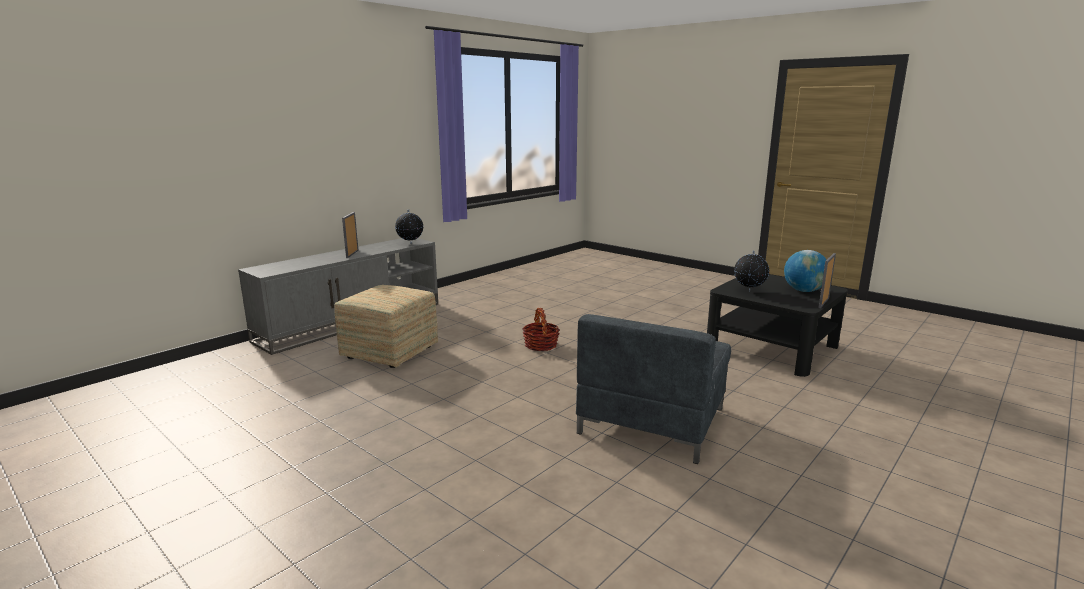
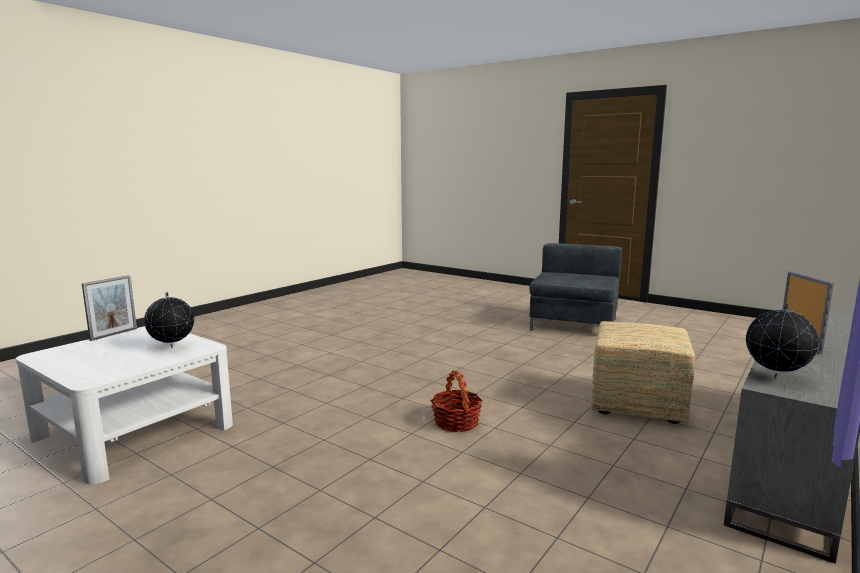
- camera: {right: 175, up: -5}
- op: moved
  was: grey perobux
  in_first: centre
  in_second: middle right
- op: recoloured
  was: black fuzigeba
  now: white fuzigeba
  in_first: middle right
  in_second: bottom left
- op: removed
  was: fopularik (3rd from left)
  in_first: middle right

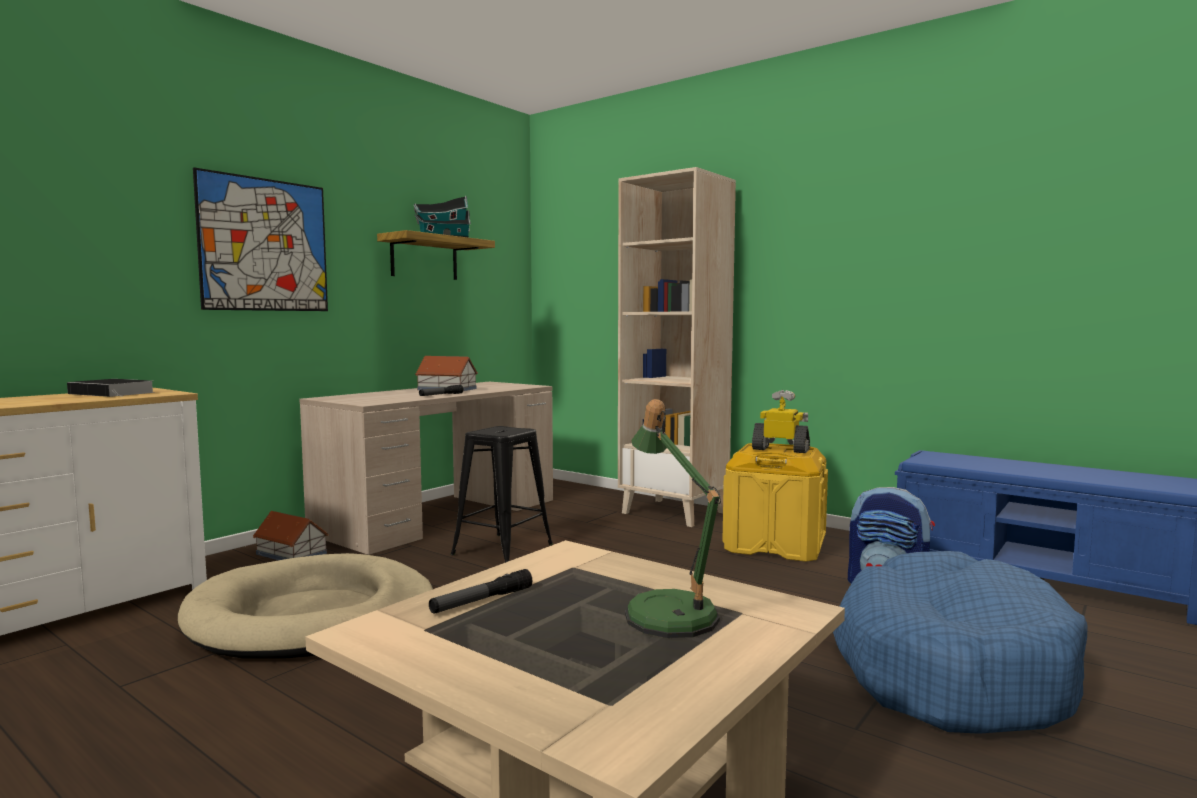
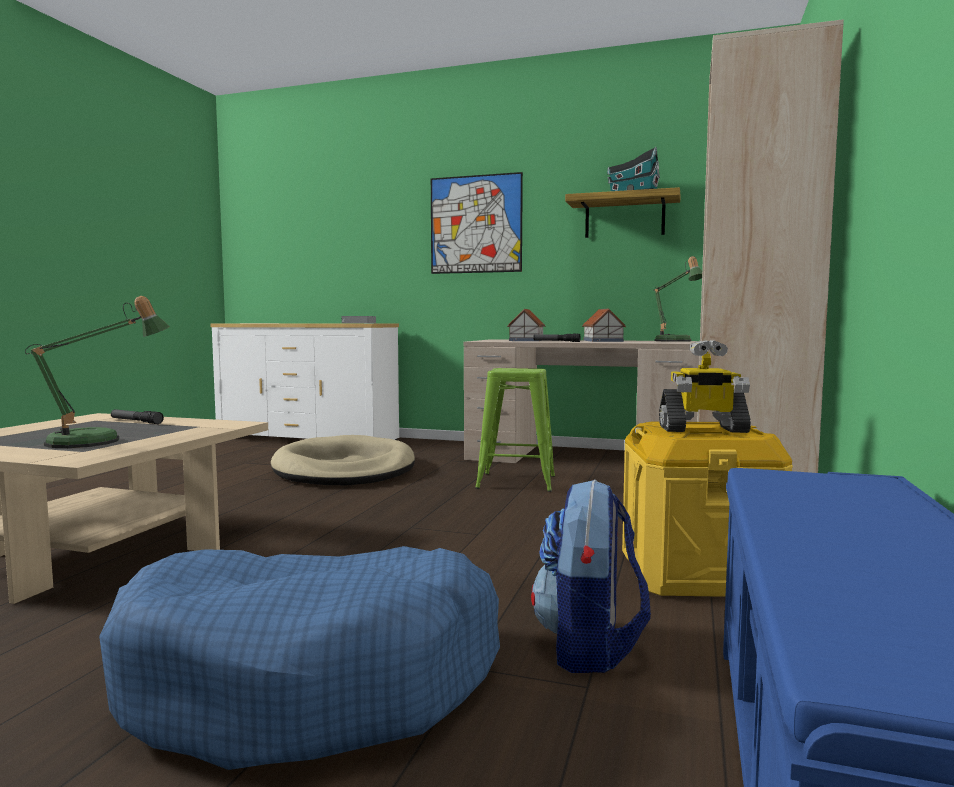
- camera: {right: 70, up: 0}
- op: moved
  was: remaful (1st from left)
  in_first: bottom left
  in_second: centre
- op: recoloured
  was: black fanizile
  now: green fanizile
  in_first: centre
  in_second: centre
- op: turned
  was: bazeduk
  in_first: centre
  in_second: middle right
  clockwise: 90
- op: added
  now: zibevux (2nd from left)
  in_second: middle right

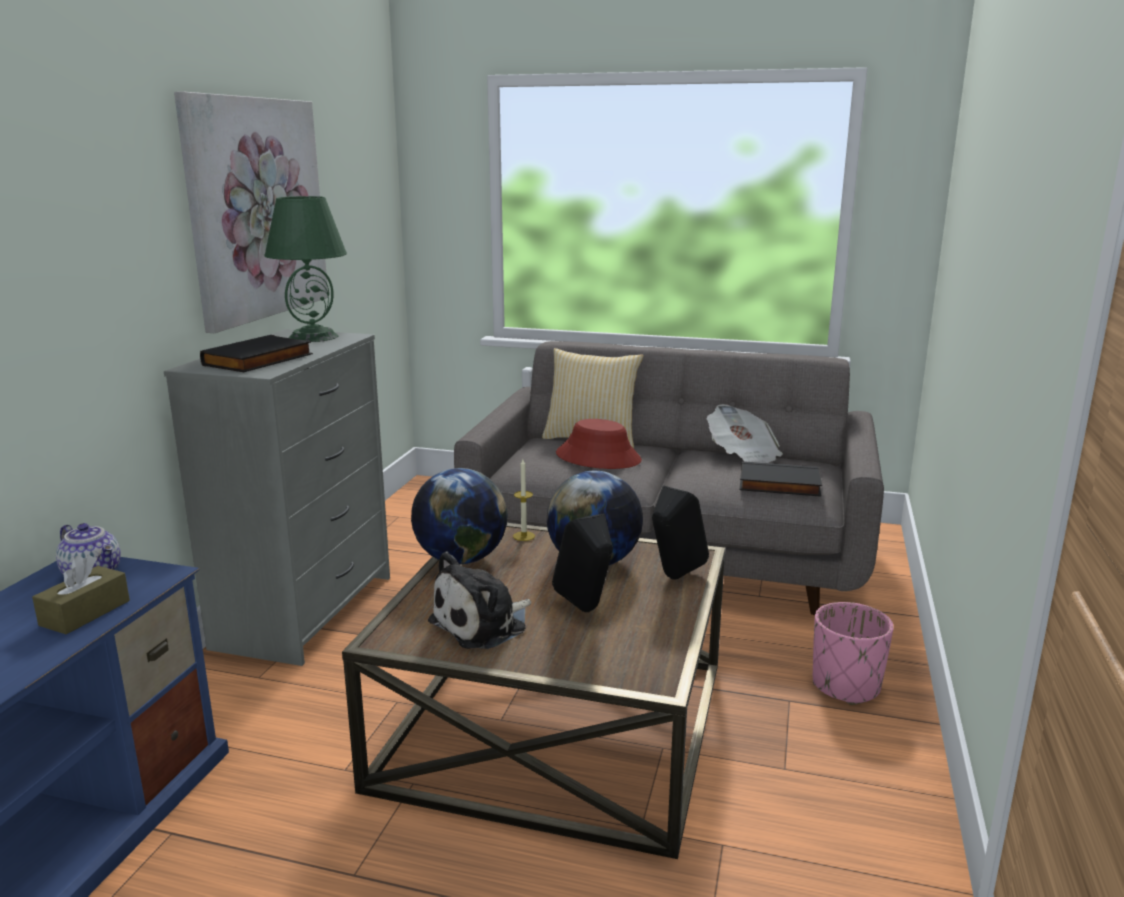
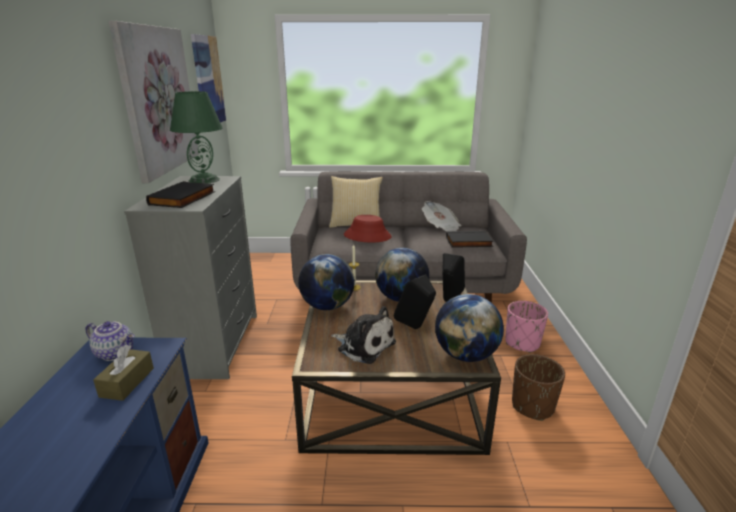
- camera: {right: -15, up: 5}
- op: turned
  was: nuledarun
  in_first: bottom centre
  in_second: centre
  clockwise: -90
- op: added
  now: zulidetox (2nd from left)
  in_second: top left
- op: added
  now: fopularik (3rd from left)
  in_second: centre
- op: added
  now: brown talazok
  in_second: bottom right

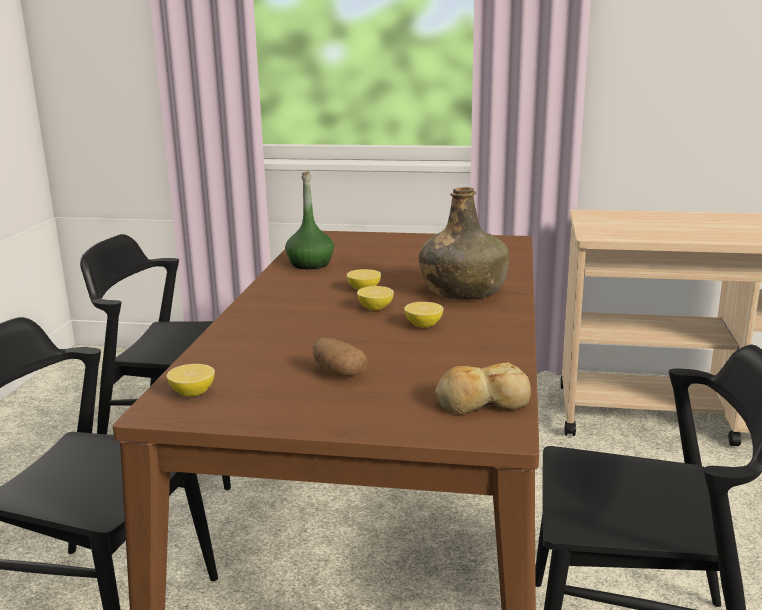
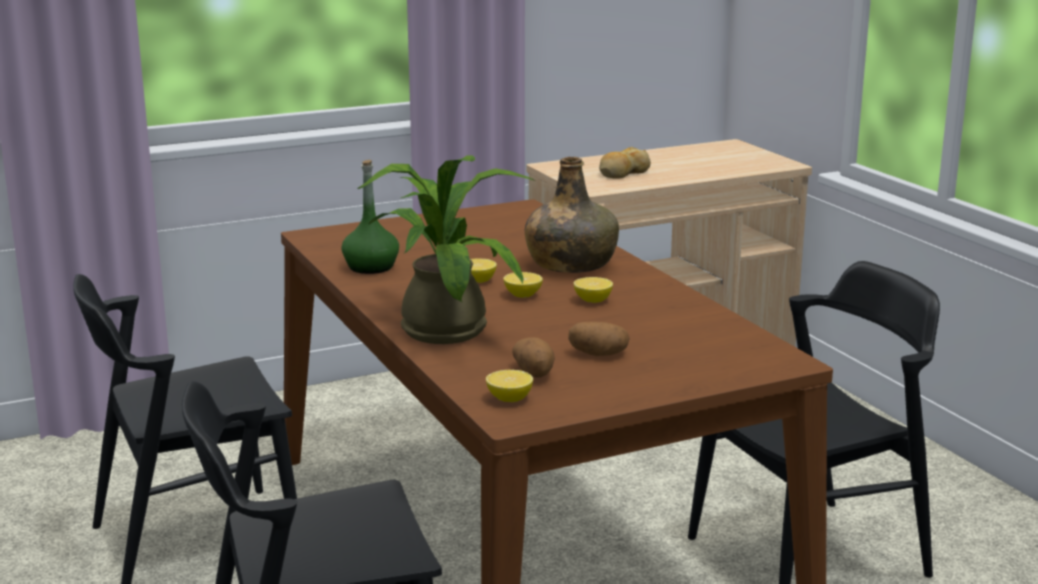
- camera: {right: -35, up: 0}
- op: moved
  was: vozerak
  in_first: centre
  in_second: top centre
- op: added
  now: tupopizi
  in_second: centre
- op: added
  now: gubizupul (1st from left)
  in_second: centre

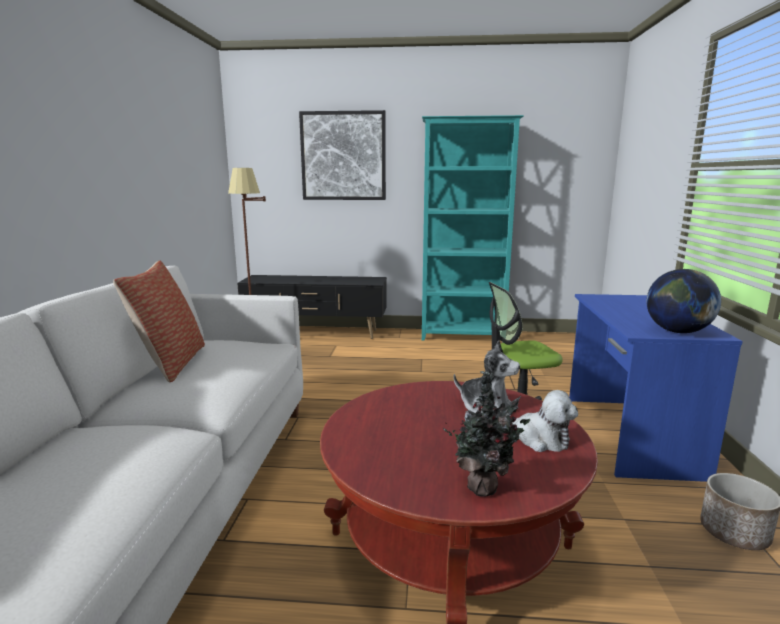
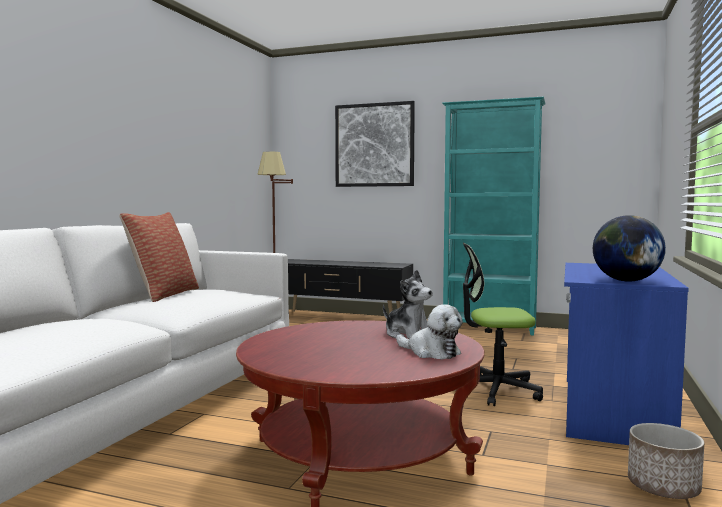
- camera: {right: 15, up: -10}
- op: removed
  was: tupopizi
  in_first: bottom centre

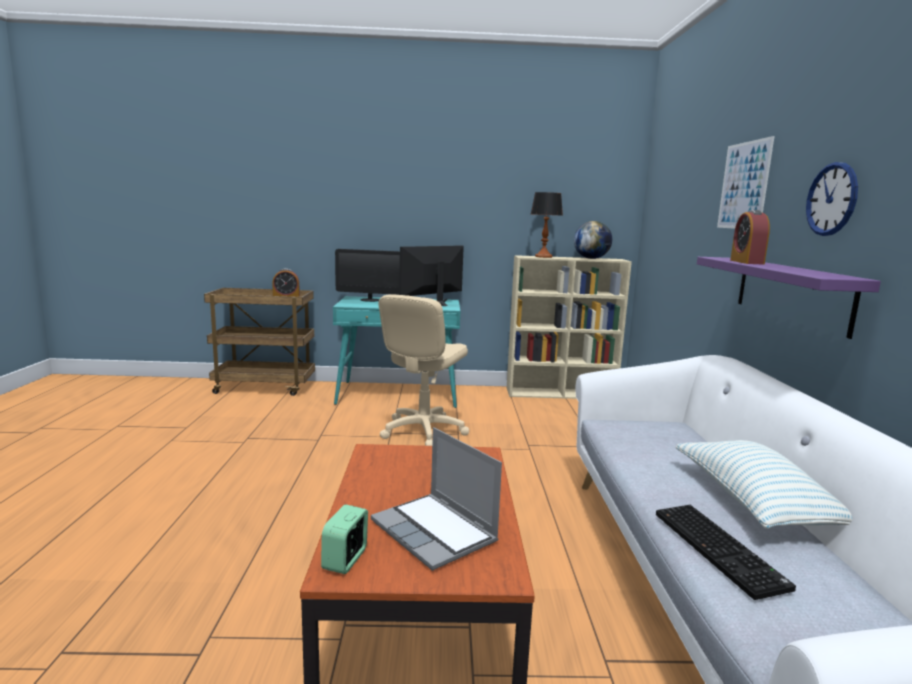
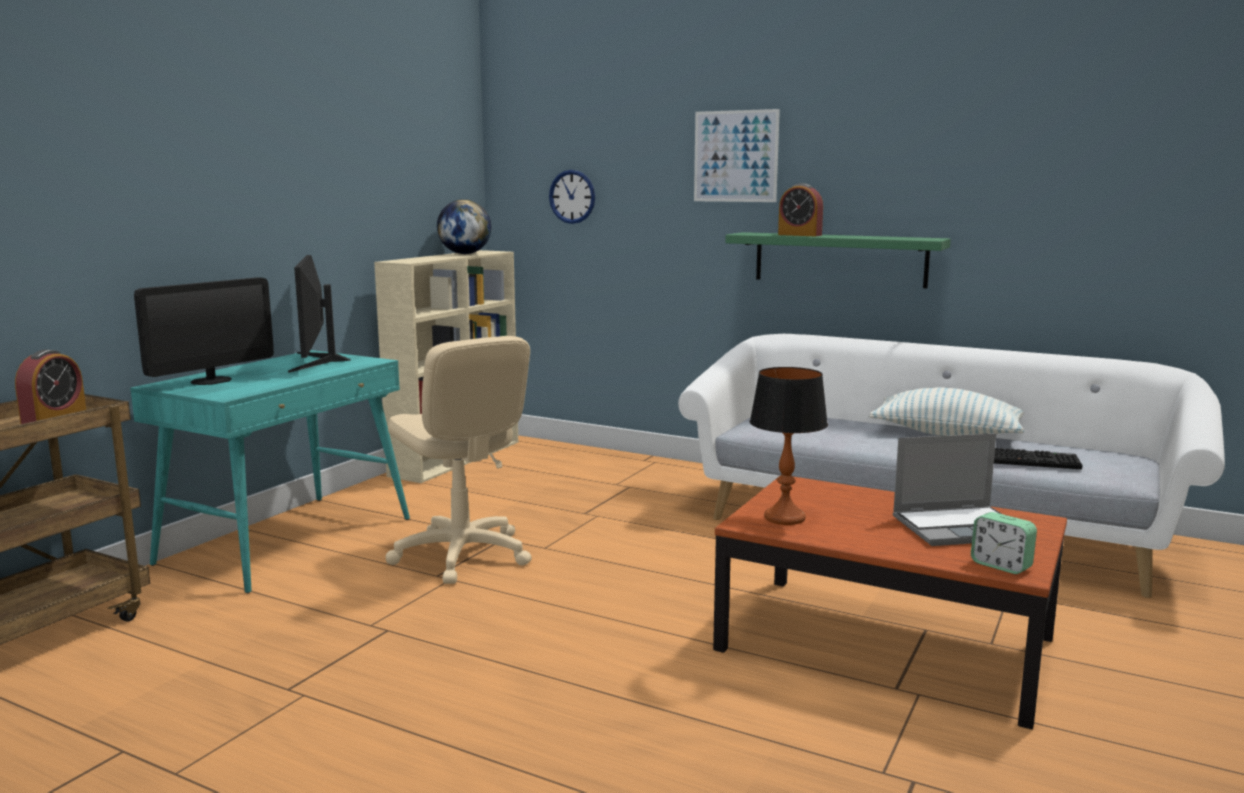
- camera: {right: -60, up: 0}
- op: moved
  was: zibevux
  in_first: top centre
  in_second: centre
- op: recoloured
  was: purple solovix
  now: green solovix
  in_first: middle right
  in_second: top right
- op: moved
  was: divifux
  in_first: top right
  in_second: top centre

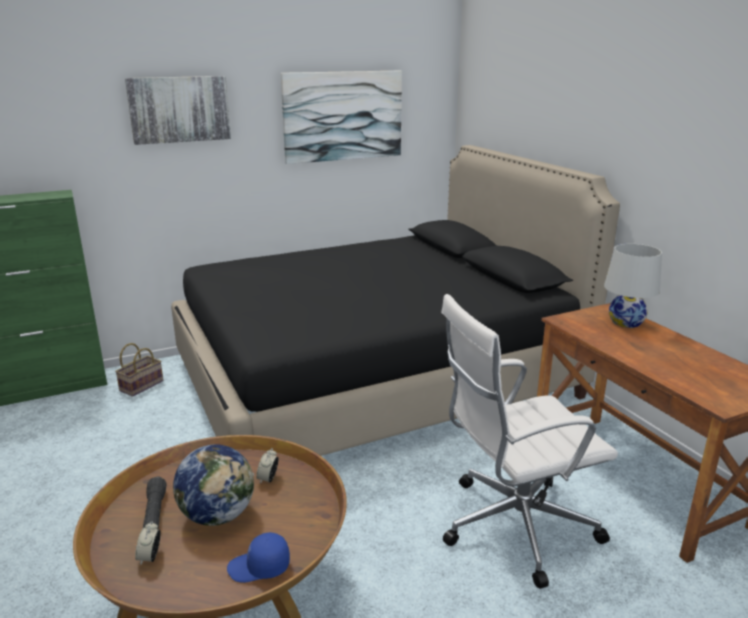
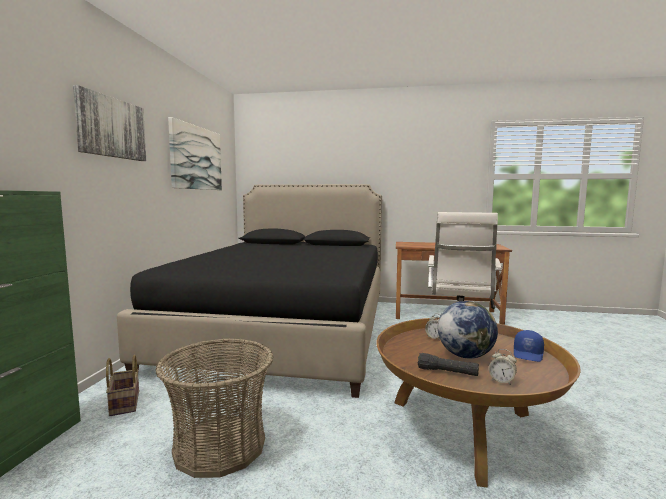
- camera: {right: -55, up: -15}
- op: removed
  was: white zibevux
  in_first: middle right
- op: added
  now: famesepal (2nd from left)
  in_second: bottom left

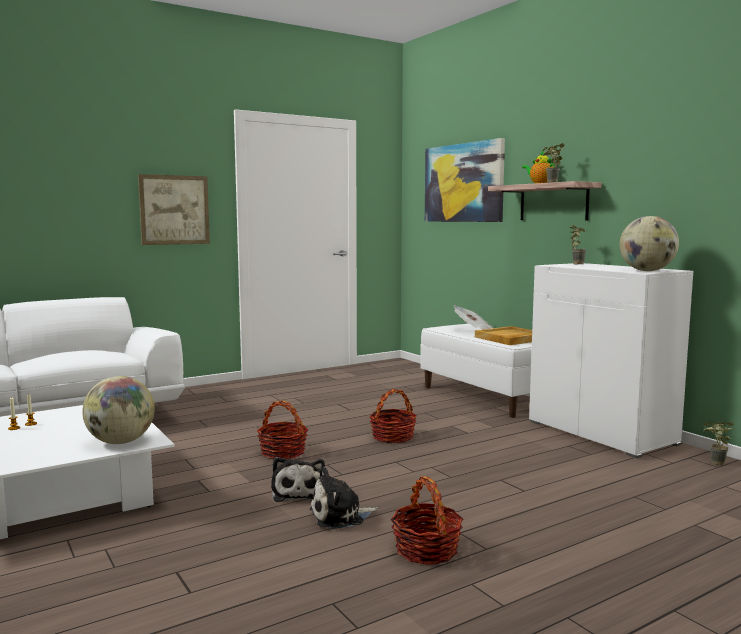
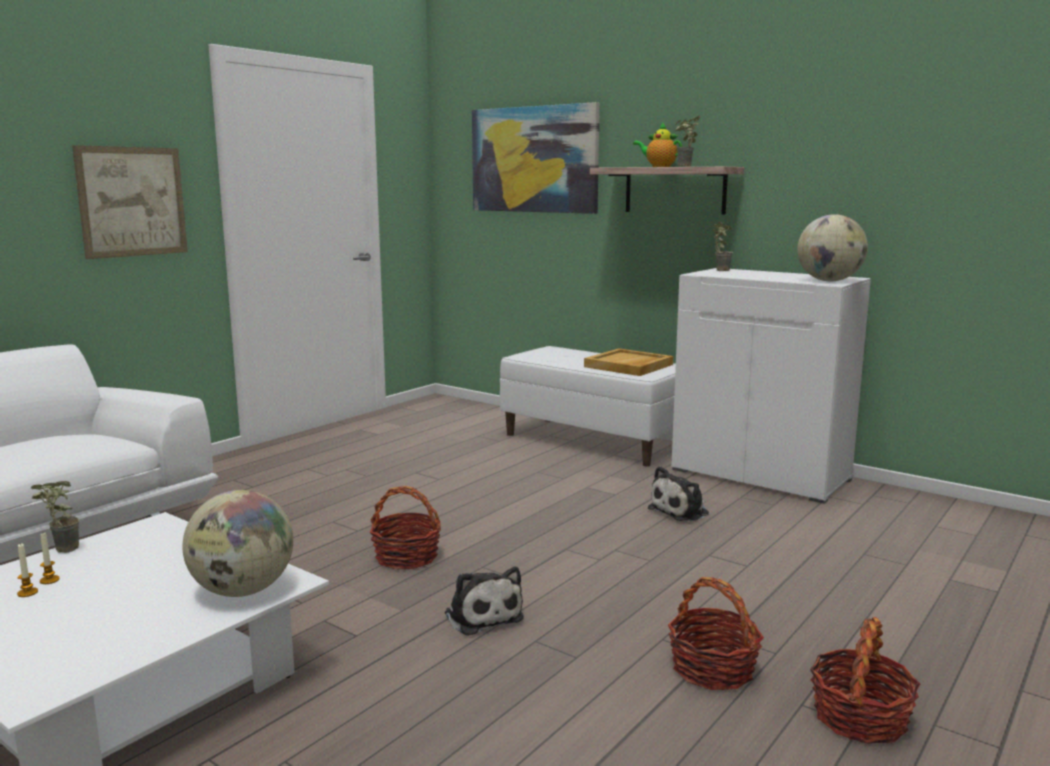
- camera: {right: -20, up: 5}
- op: moved
  was: nuledarun (2nd from left)
  in_first: bottom centre
  in_second: centre
- op: moved
  was: famesepal (2nd from left in the first image)
  now: famesepal (3rd from left)
  in_first: centre
  in_second: bottom right
- op: removed
  was: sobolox
  in_first: centre
- op: moved
  was: tupopizi (3rd from left in the first image)
  now: tupopizi (1st from left)
  in_first: bottom right
  in_second: bottom left

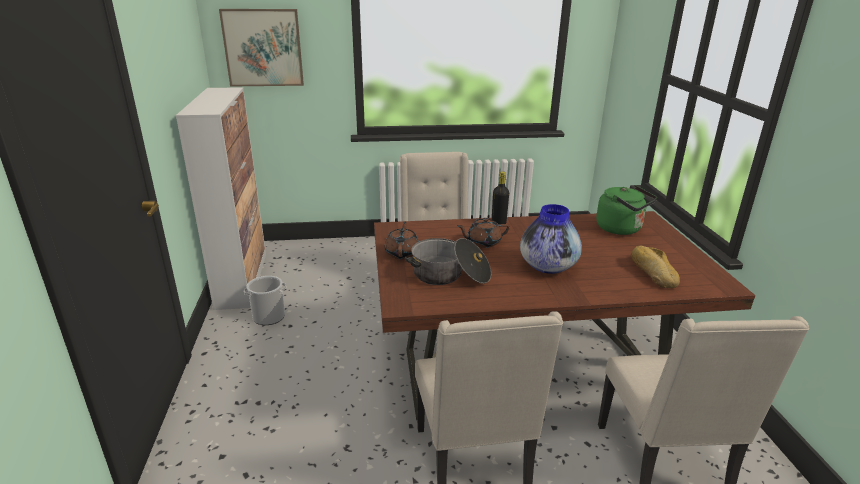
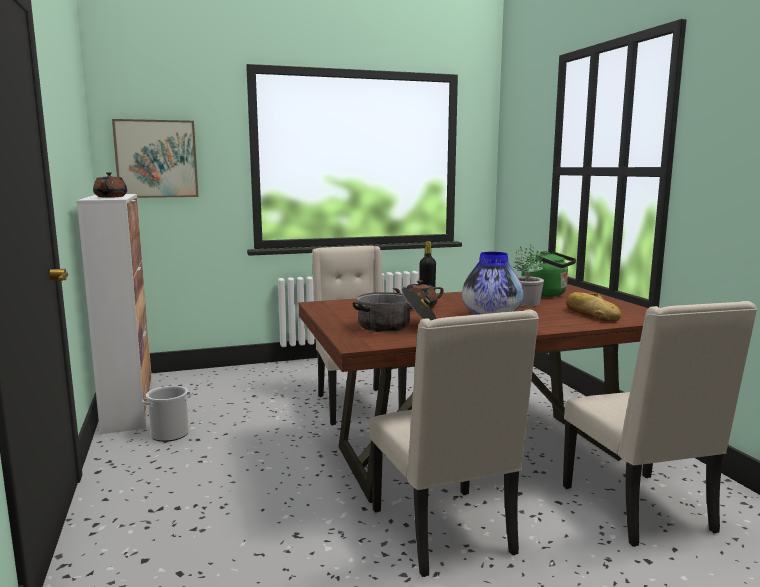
- camera: {right: -10, up: -15}
- op: moved
  was: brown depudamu (1st from left)
  in_first: centre
  in_second: top left
- op: added
  now: tupopizi
  in_second: middle right

